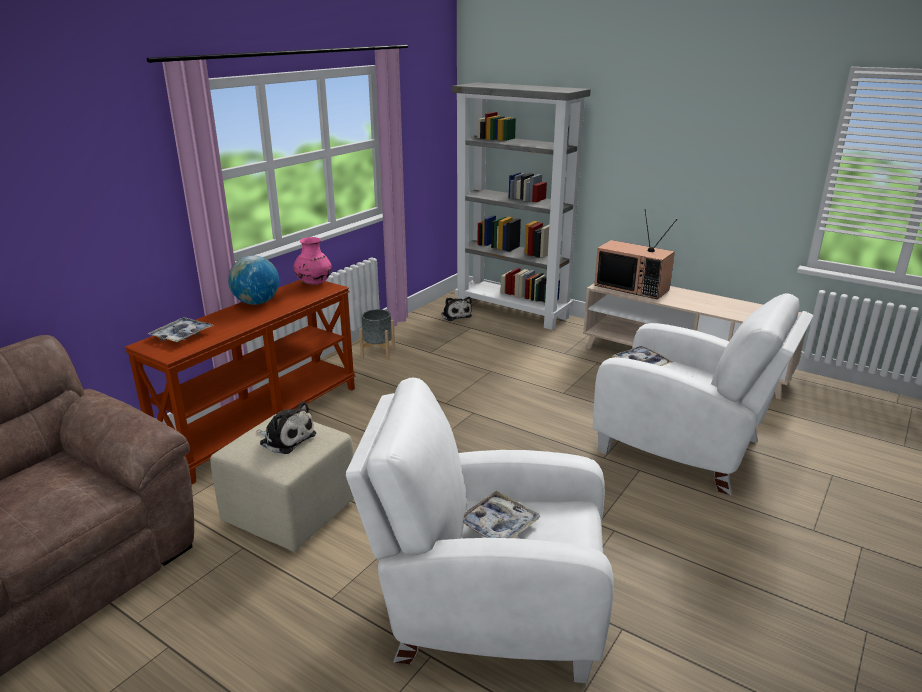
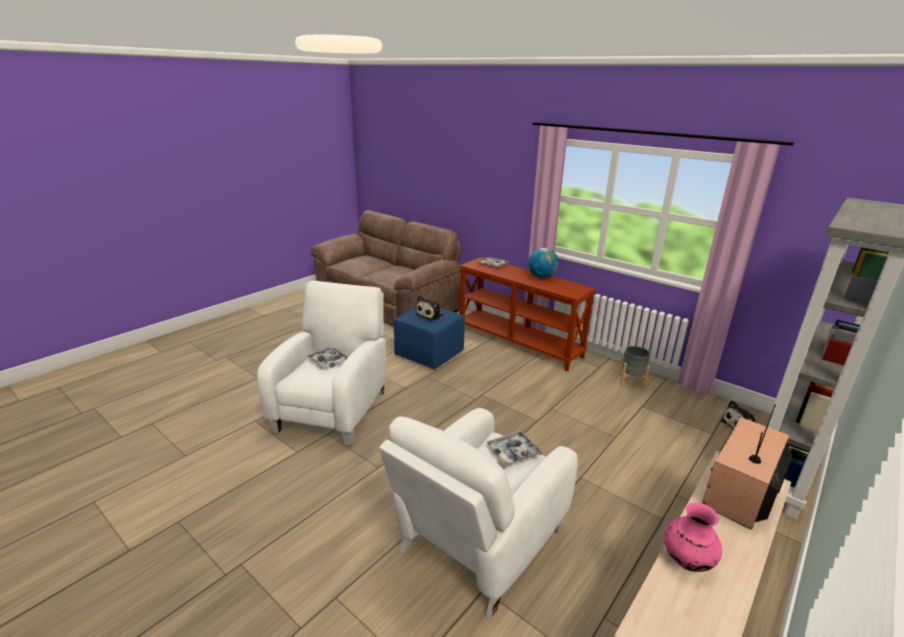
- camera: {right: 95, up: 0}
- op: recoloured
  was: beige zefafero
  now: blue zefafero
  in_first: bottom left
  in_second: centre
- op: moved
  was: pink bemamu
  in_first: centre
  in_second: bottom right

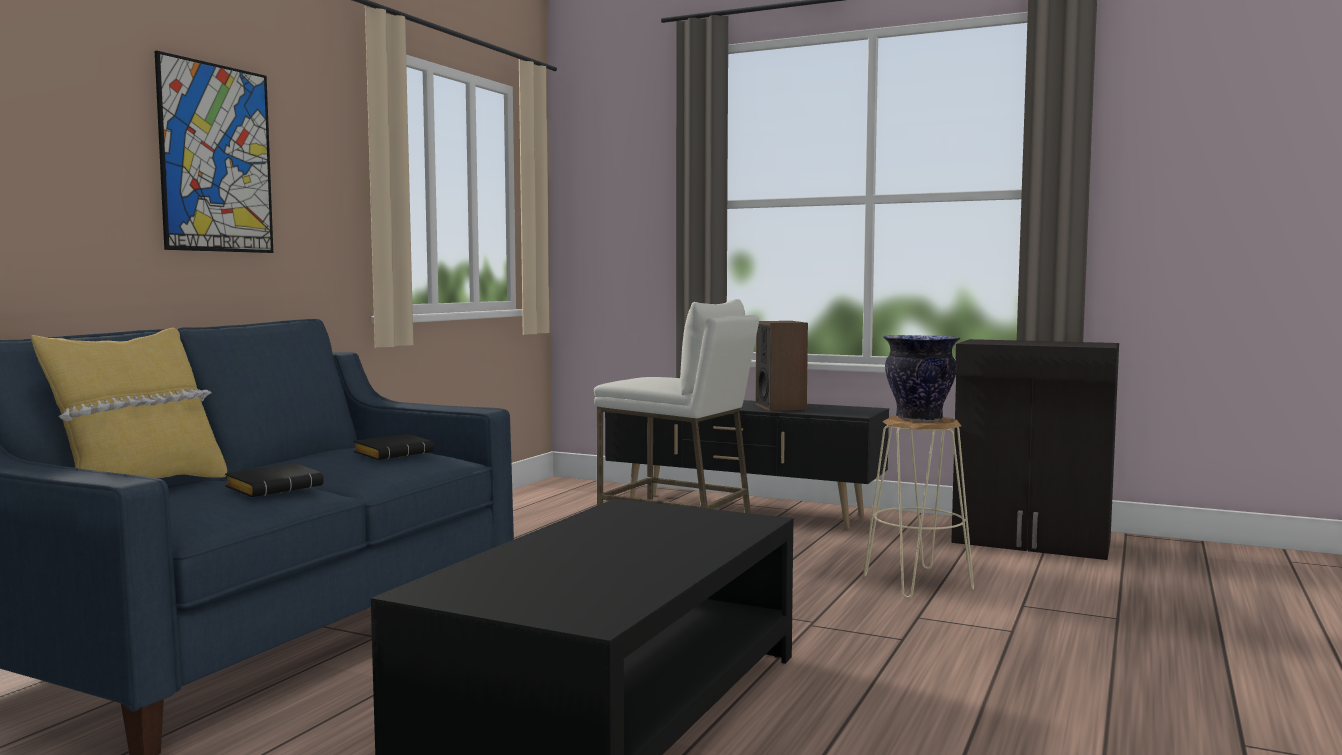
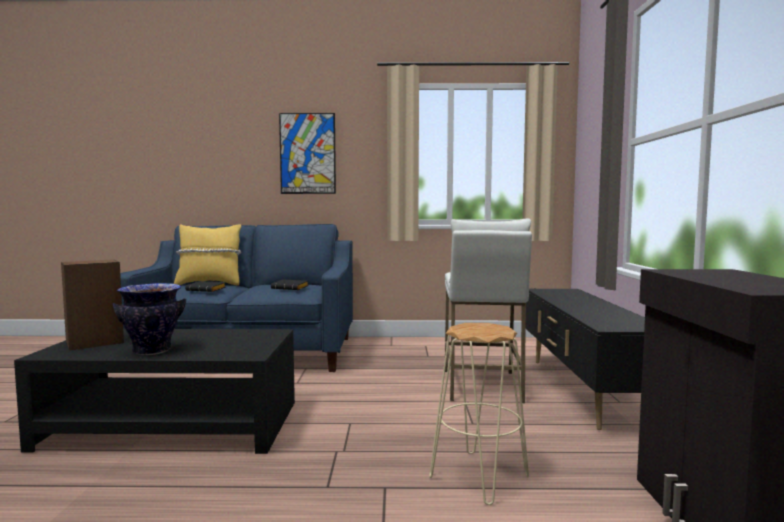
- camera: {right: 65, up: 0}
- op: moved
  was: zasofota
  in_first: centre
  in_second: middle left
- op: moved
  was: bemamu
  in_first: middle right
  in_second: middle left

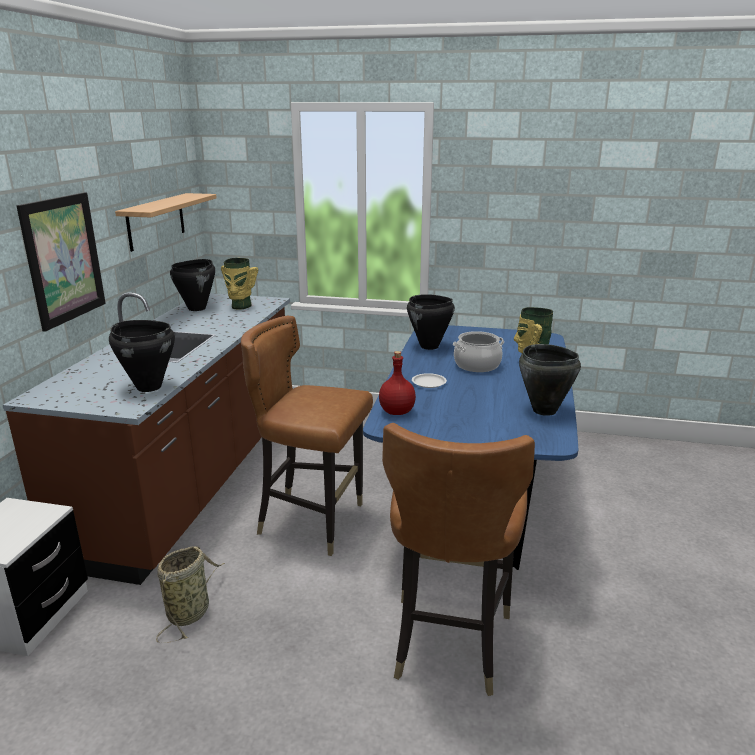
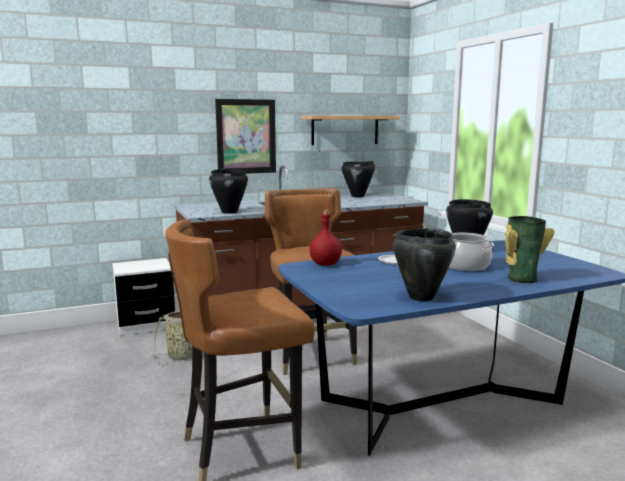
- camera: {right: 55, up: -10}
- op: removed
  was: bemamu (1st from left)
  in_first: middle left

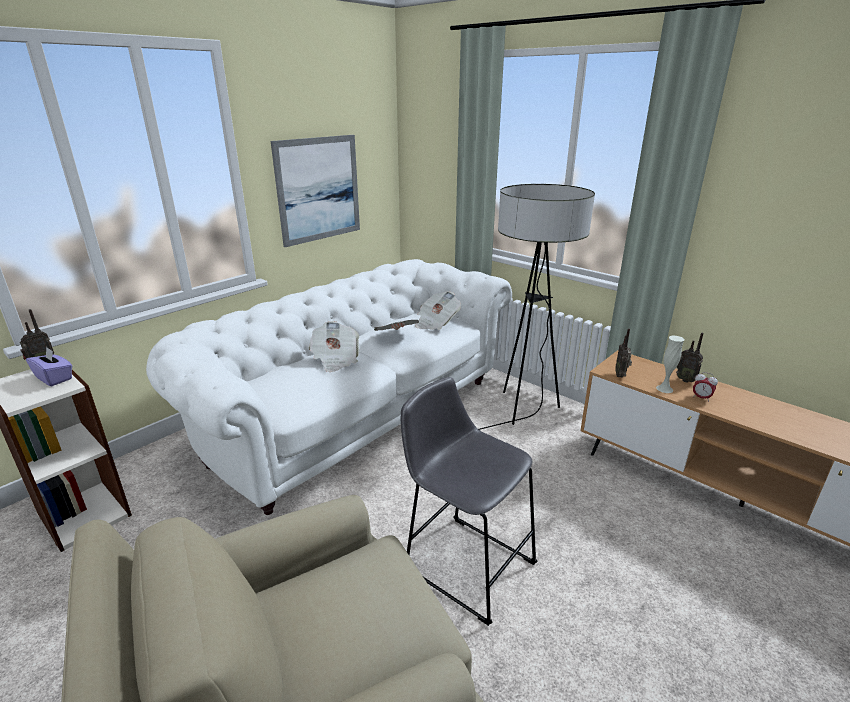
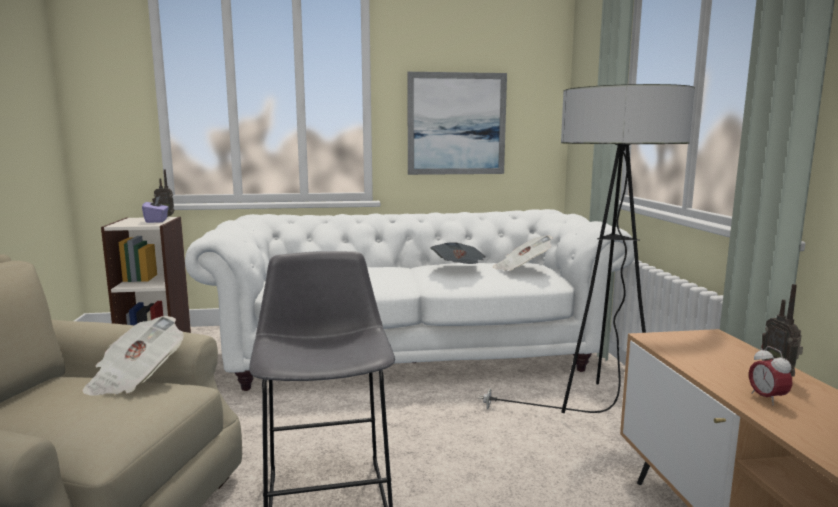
- camera: {right: 40, up: -15}
- op: moved
  was: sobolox (1st from left)
  in_first: centre
  in_second: bottom left
- op: removed
  was: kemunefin (2nd from left)
  in_first: middle right
- op: removed
  was: white bemamu
  in_first: middle right

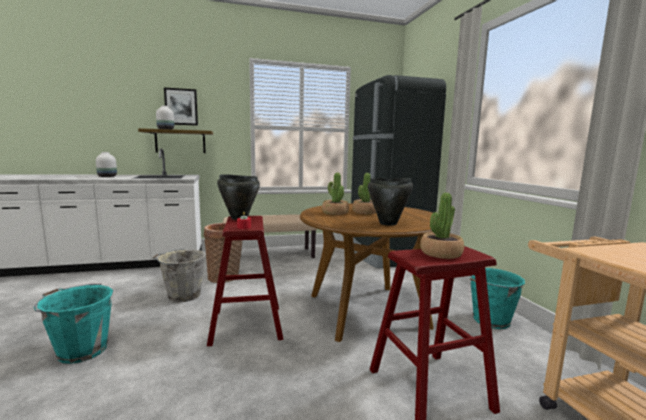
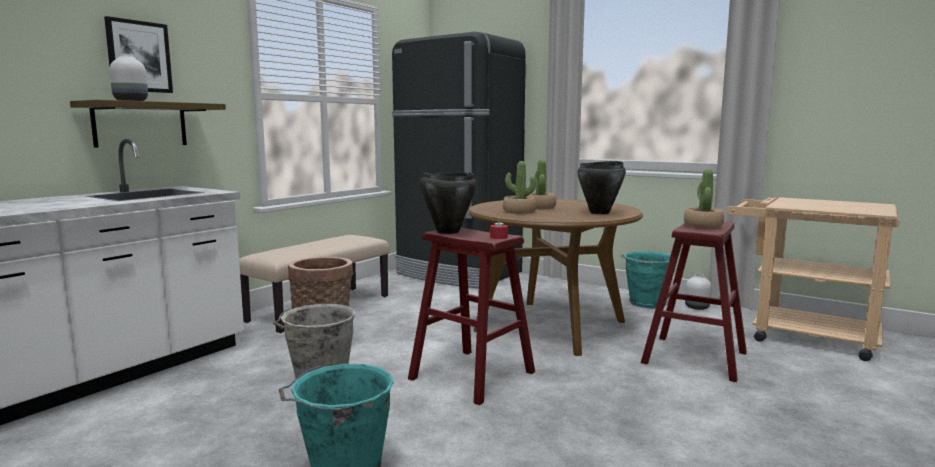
- camera: {right: -40, up: 0}
- op: moved
  was: white bemamu (1st from left in the first image)
  now: white bemamu (2nd from left)
  in_first: middle left
  in_second: middle right

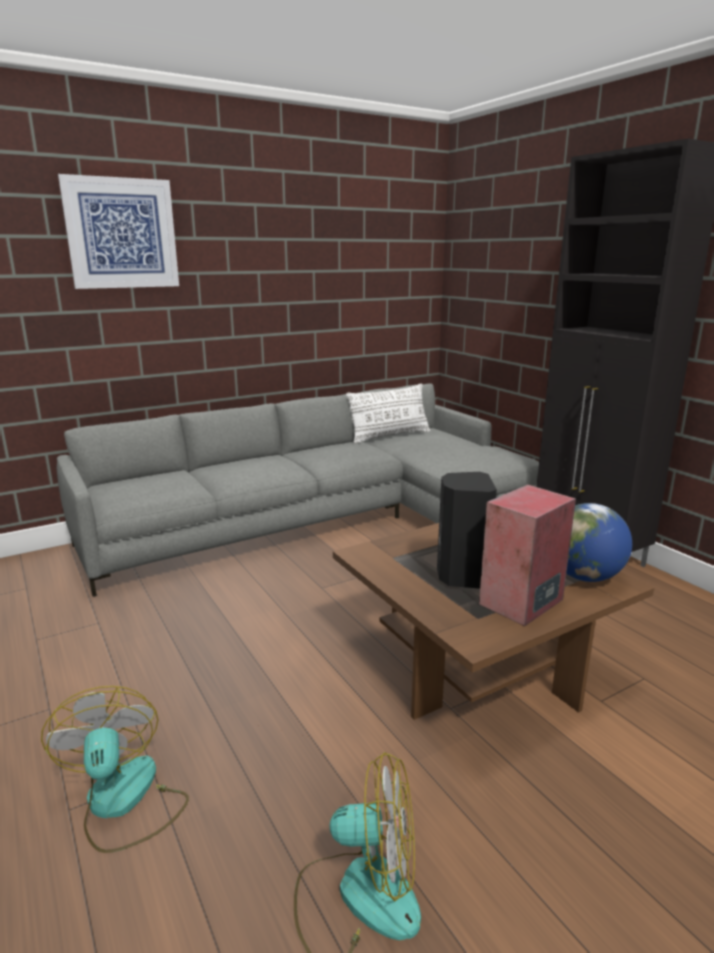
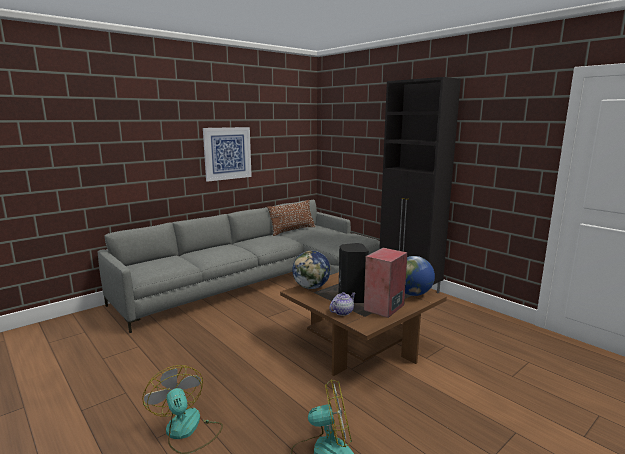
- camera: {right: -10, up: -5}
- op: moved
  was: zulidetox
  in_first: top left
  in_second: centre
- op: recoloured
  was: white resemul
  now: brown resemul
  in_first: centre
  in_second: centre
- op: added
  now: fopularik (1st from left)
  in_second: centre
- op: added
  now: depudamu
  in_second: bottom centre

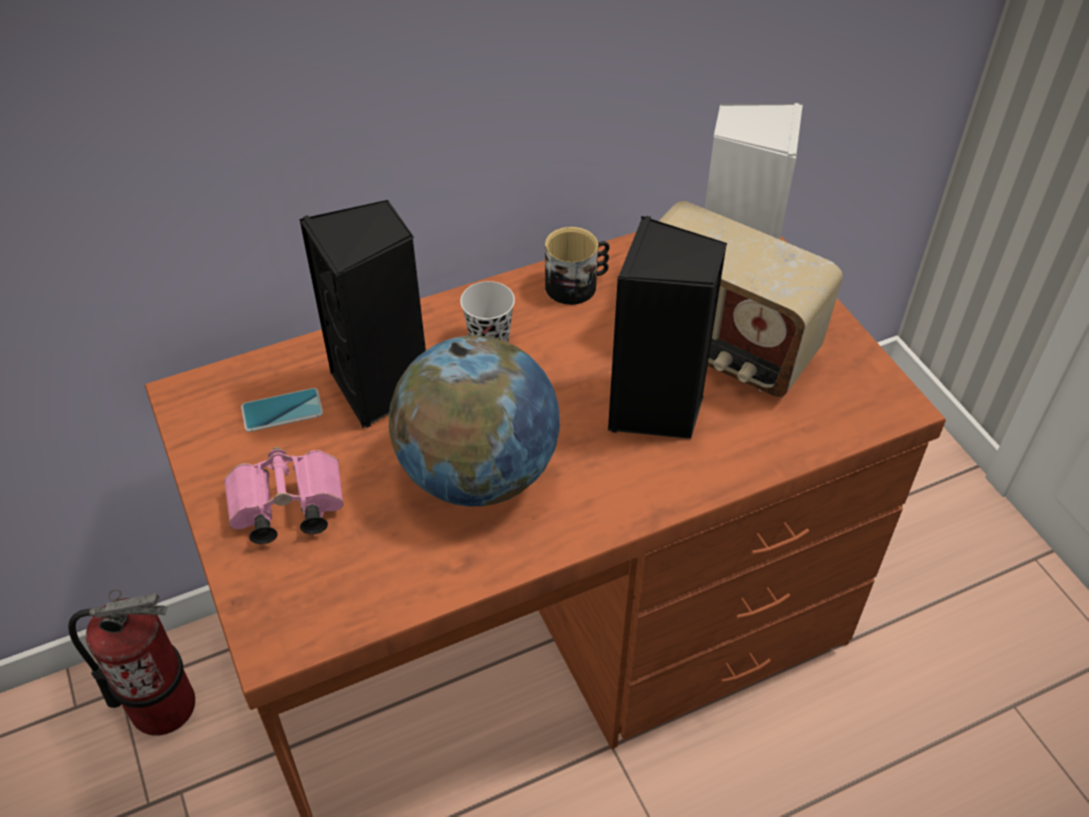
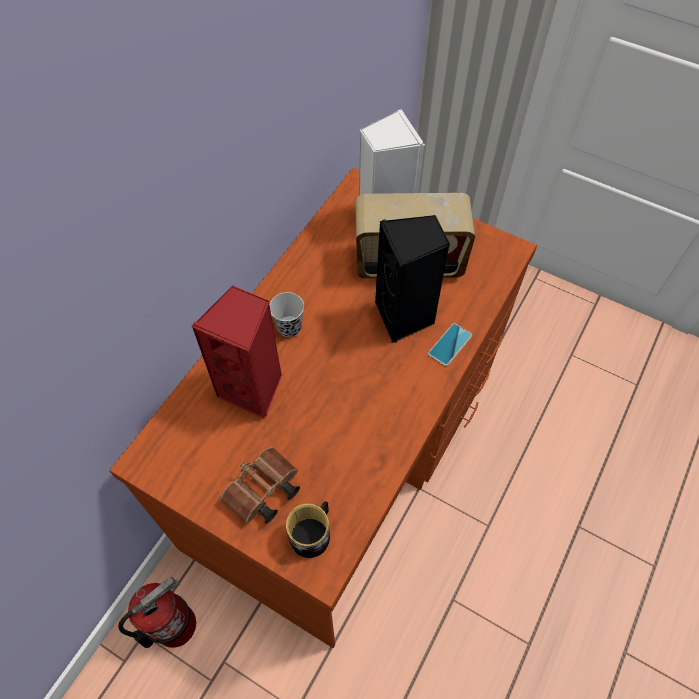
- camera: {right: -35, up: 10}
- op: recoloured
  was: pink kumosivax
  now: brown kumosivax
  in_first: middle left
  in_second: bottom centre
- op: moved
  was: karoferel
  in_first: middle left
  in_second: centre
- op: recoloured
  was: black zasofota (1st from left)
  now: red zasofota
  in_first: centre
  in_second: centre
- op: removed
  was: fopularik
  in_first: centre
- op: moved
  was: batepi
  in_first: top centre
  in_second: bottom centre

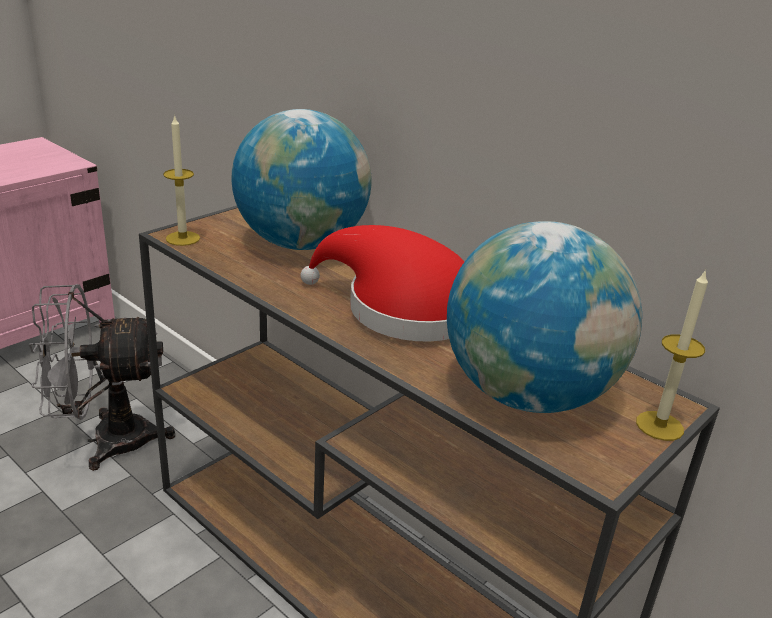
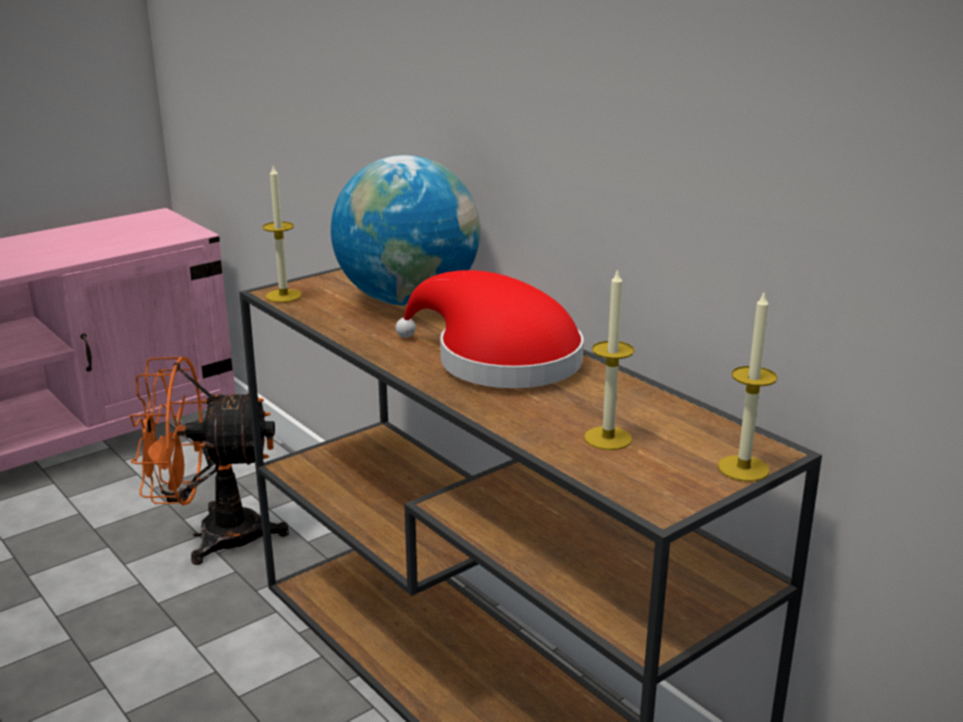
- camera: {right: 10, up: -5}
- op: recoloured
  was: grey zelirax
  now: orange zelirax
  in_first: middle left
  in_second: middle left
- op: replaced
  was: fopularik (2nd from left)
  now: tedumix (2nd from left)
  in_first: middle right
  in_second: centre

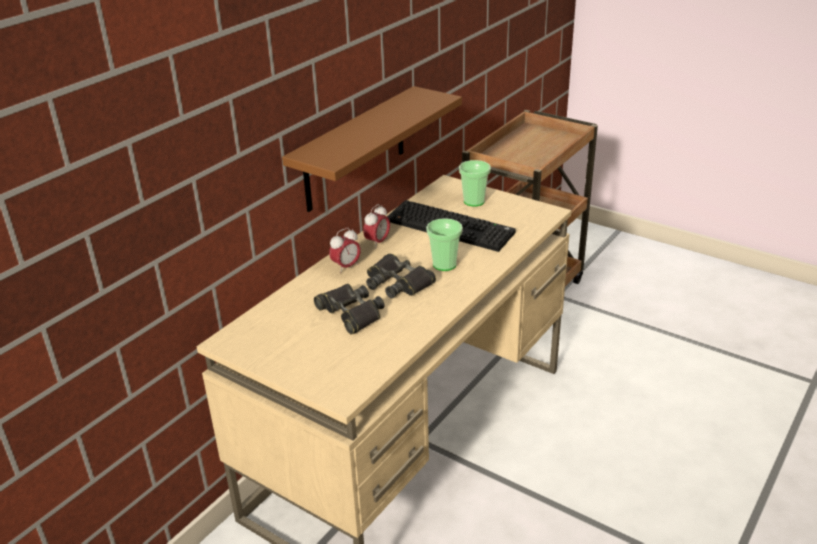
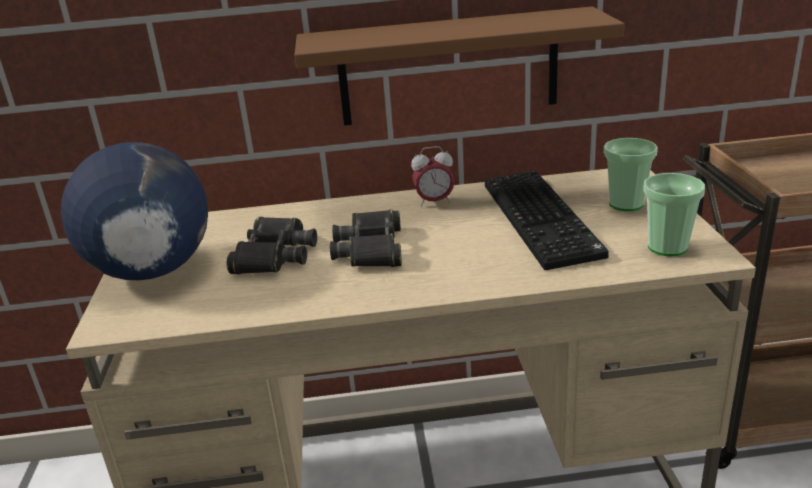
- camera: {right: 50, up: -5}
- op: removed
  was: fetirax (1st from left)
  in_first: centre
- op: moved
  was: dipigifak (1st from left in the first image)
  now: dipigifak (2nd from left)
  in_first: centre
  in_second: middle right
- op: added
  now: fopularik
  in_second: middle left

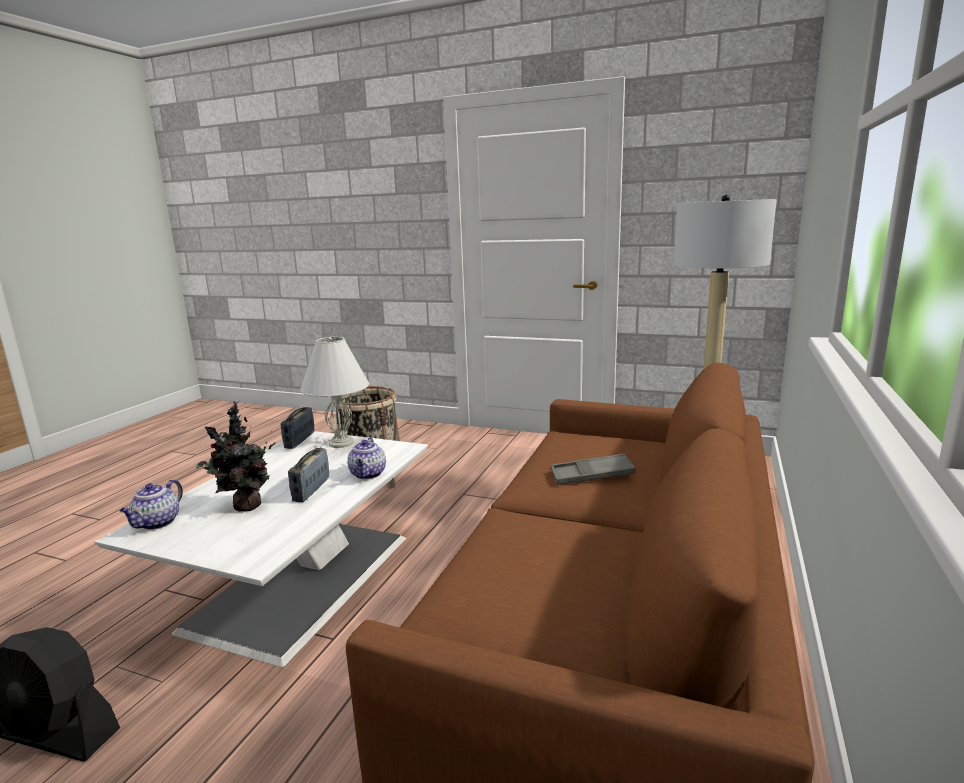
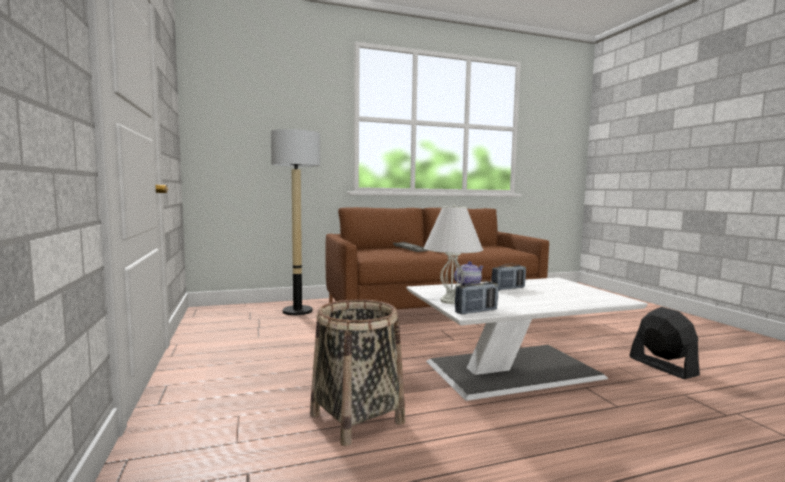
- camera: {right: -130, up: -10}
- op: removed
  was: depudamu (1st from left)
  in_first: middle left
- op: removed
  was: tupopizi
  in_first: middle left

